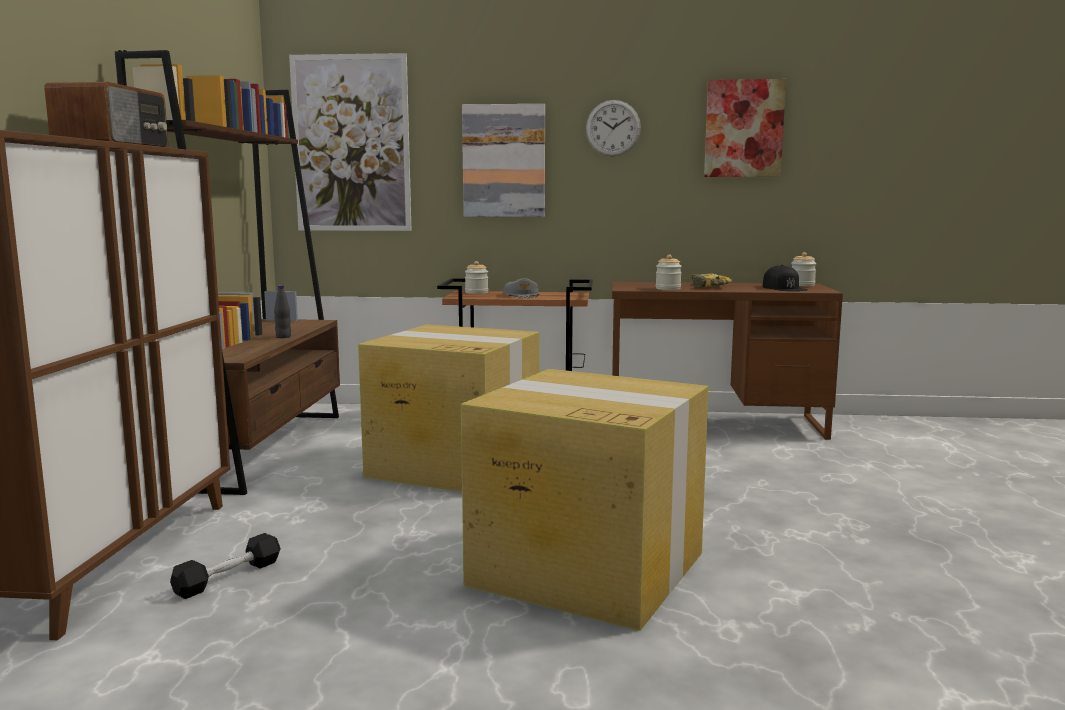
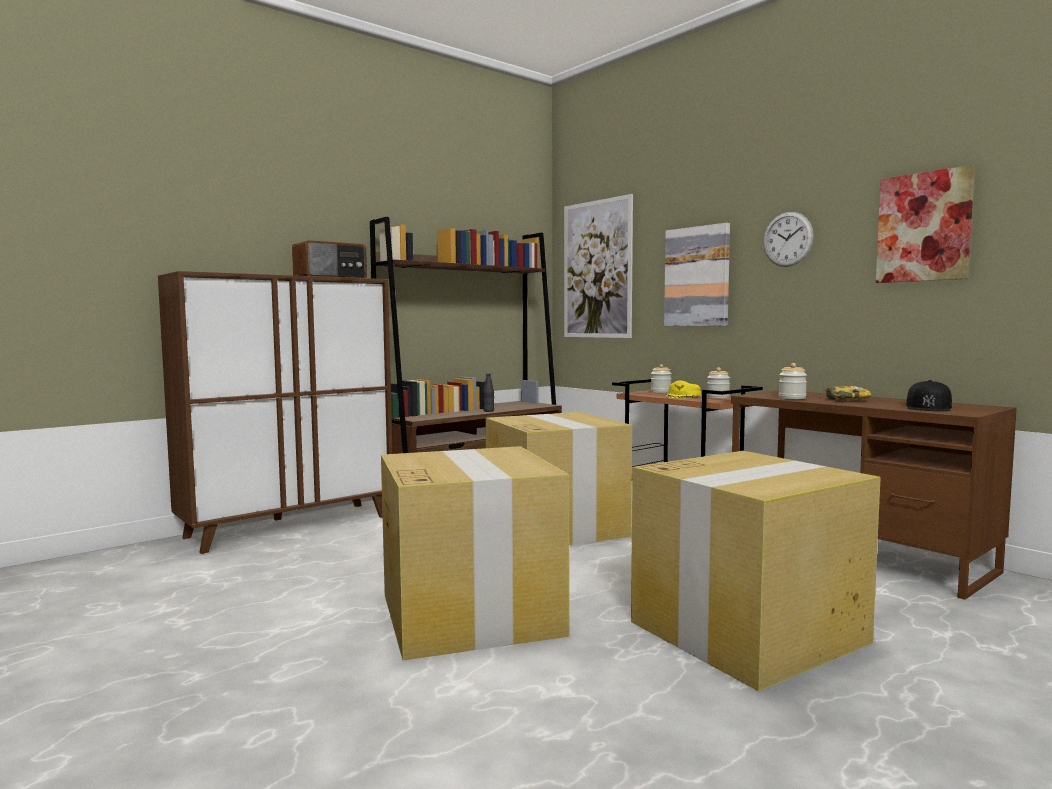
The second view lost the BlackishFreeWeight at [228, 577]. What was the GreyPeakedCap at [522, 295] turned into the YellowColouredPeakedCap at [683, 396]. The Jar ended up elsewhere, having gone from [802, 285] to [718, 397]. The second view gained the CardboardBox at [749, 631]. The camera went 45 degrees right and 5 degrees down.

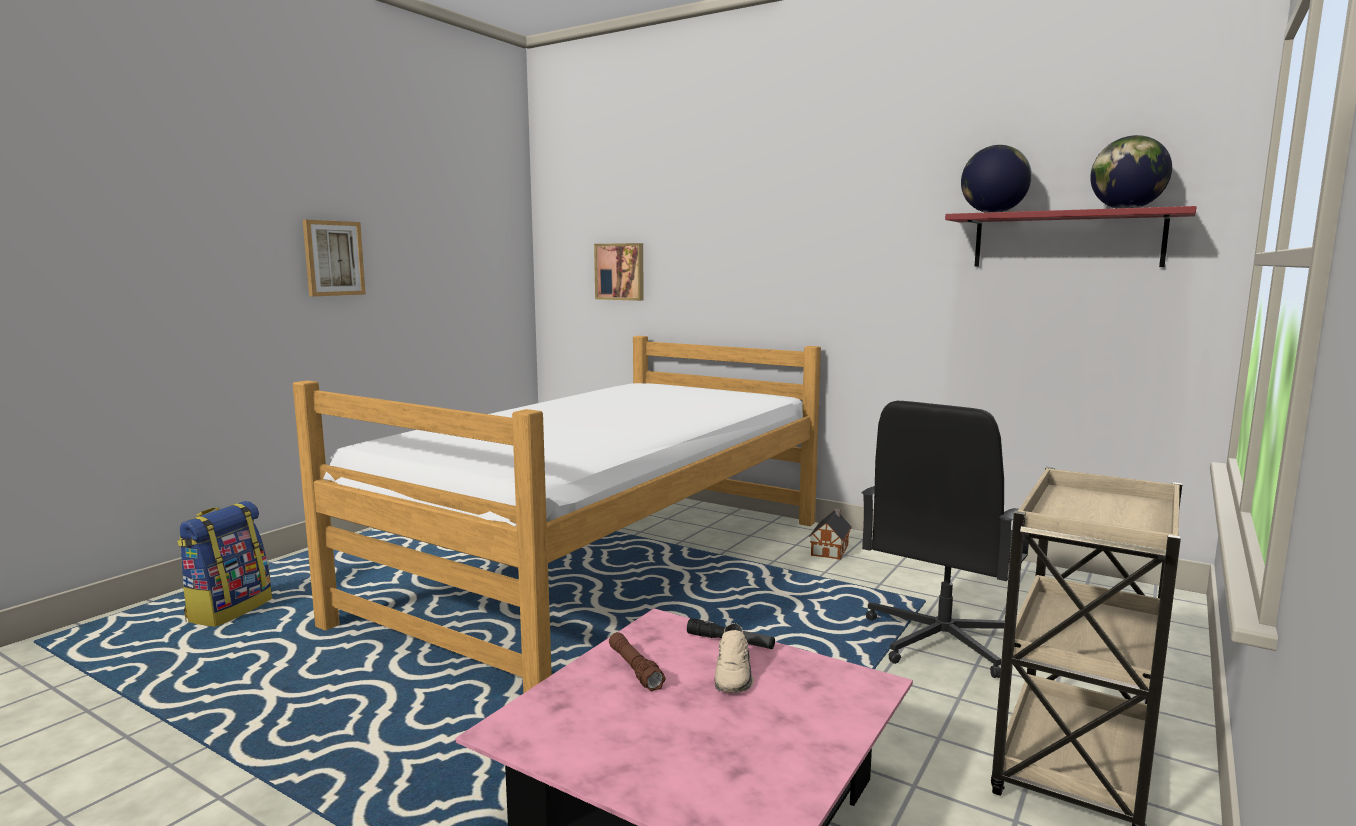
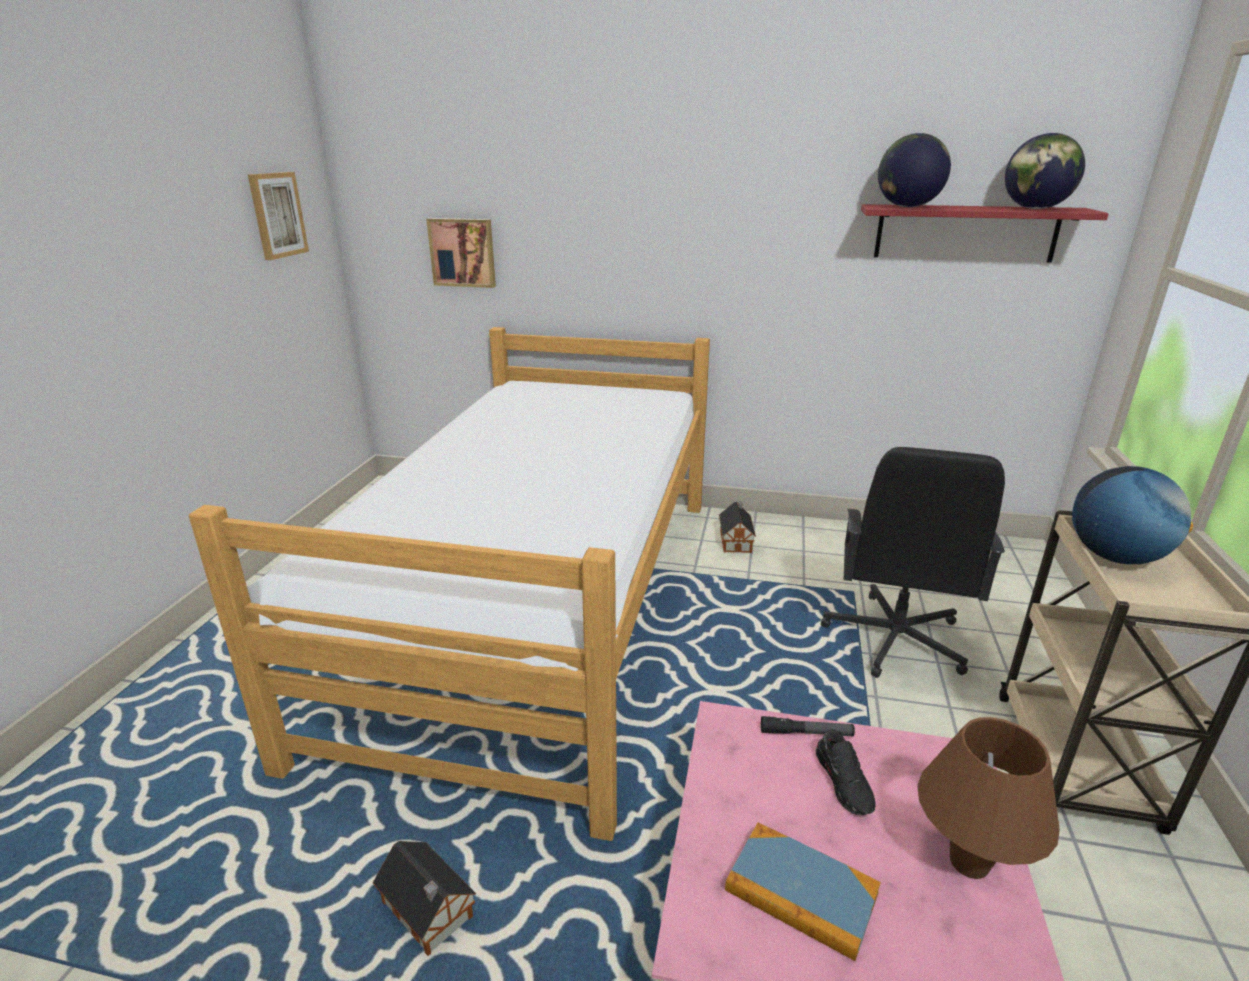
The second view lost the Backpack at [229, 610]. The WallPicture ended up elsewhere, having gone from [333, 258] to [277, 215]. The second view lost the BrownishTorch at [634, 669]. What was the SandColouredItemOfFootwear at [735, 675] turned into the BlackishItemOfFootwear at [845, 782]. The second view gained the ToyHouse at [429, 914]. The second view gained the Book at [801, 893]. The second view gained the BrownishLampForATable at [969, 862]. The second view gained the DeskGlobe at [1115, 557]. The camera went 20 degrees left and 15 degrees up.

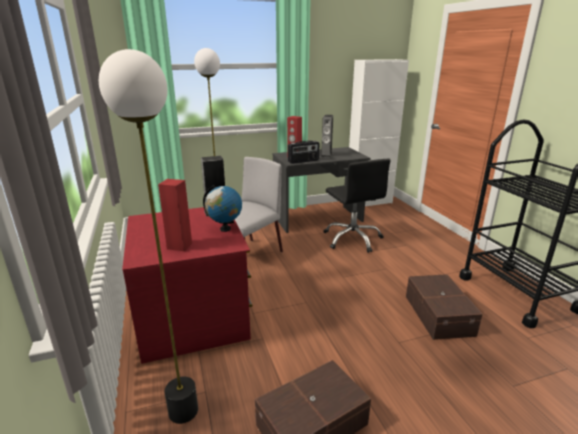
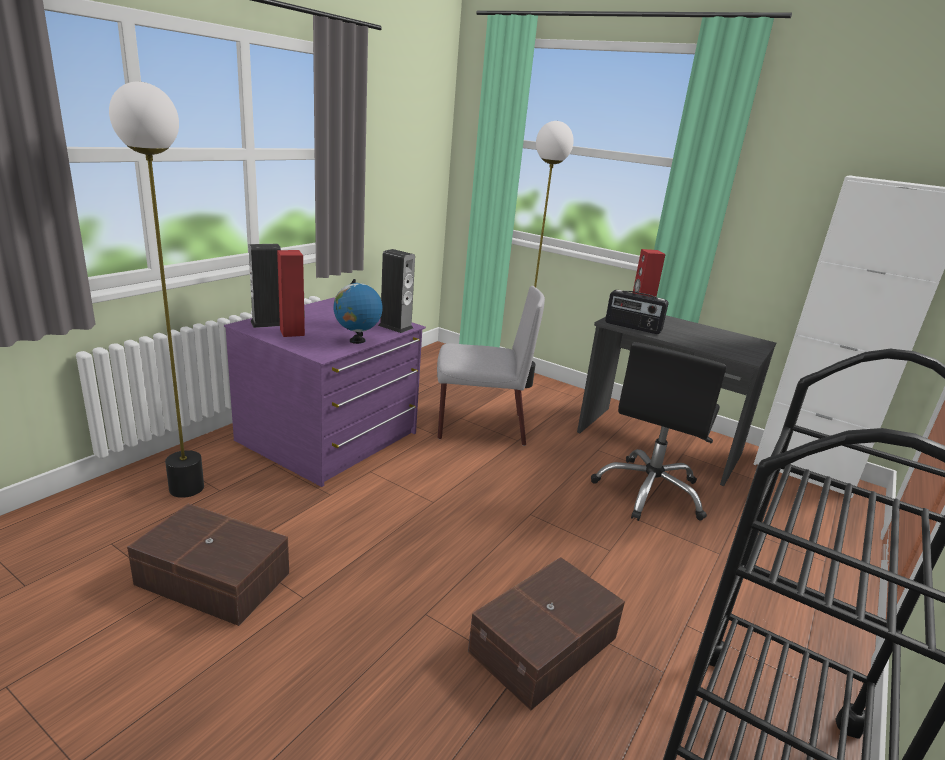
What was the ReddishDresser at [194, 315] turned into the PurplishDresser at [330, 438]. The Loudspeaker ended up elsewhere, having gone from [326, 155] to [268, 323]. The camera went 50 degrees right and 0 degrees up.

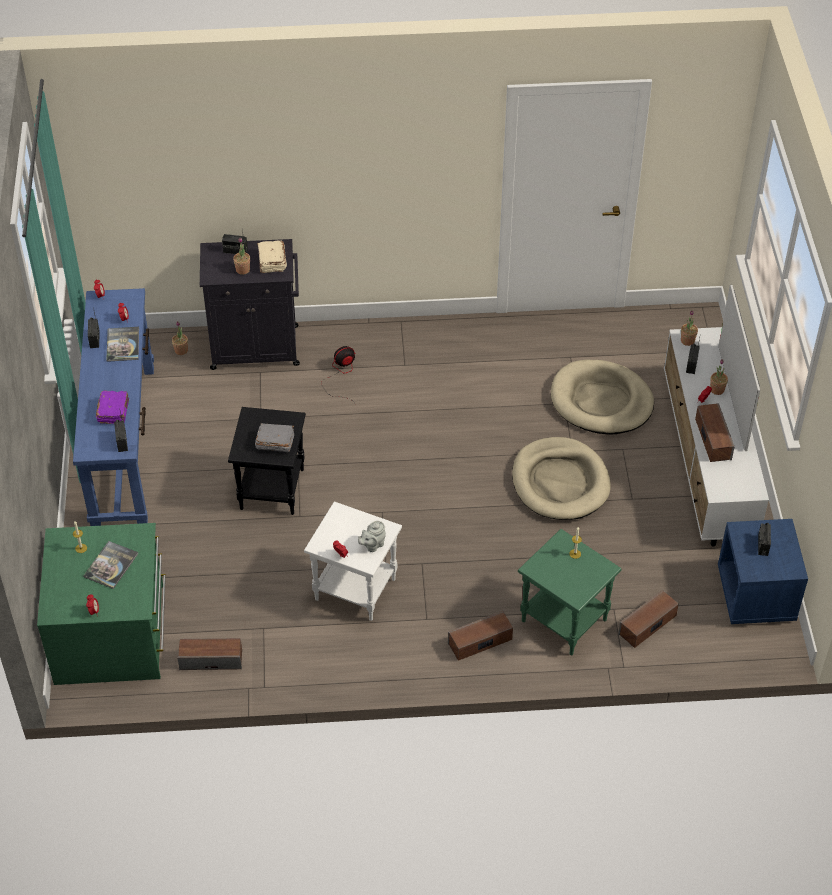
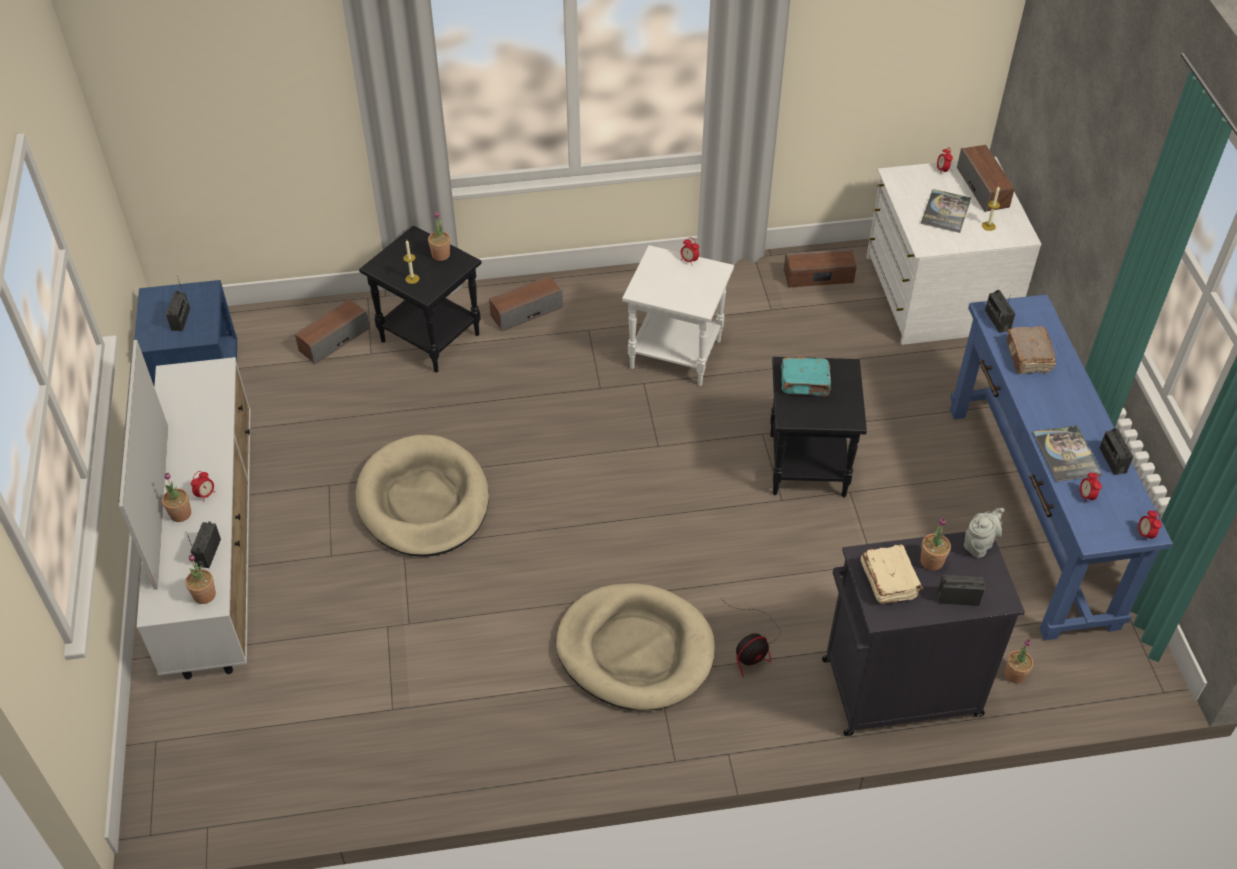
What was the GreenColouredDresser at [112, 634] turned into the WhiteColouredDresser at [936, 294]. What was the PurplishBook at [114, 412] turned into the BrownishBook at [1028, 357]. What was the GreyBook at [274, 442] turned into the BlueGreenBook at [805, 384]. The GreyTeapot ended up elsewhere, having gone from [372, 545] to [979, 544]. What was the GreenColouredSideTable at [562, 621] turned into the BlackishSideTable at [432, 337]. The SandColouredDogCushion ended up elsewhere, having gone from [601, 401] to [635, 650]. The Loudspeaker ended up elsewhere, having gone from [712, 439] to [983, 187]. The second view gained the PottedPlant at [441, 255]. The camera went 175 degrees right and 0 degrees up.

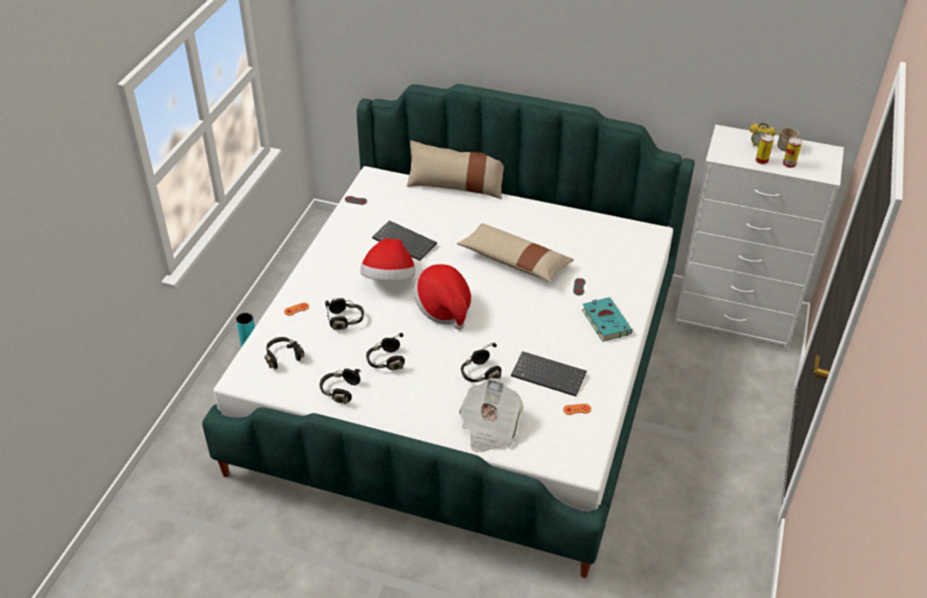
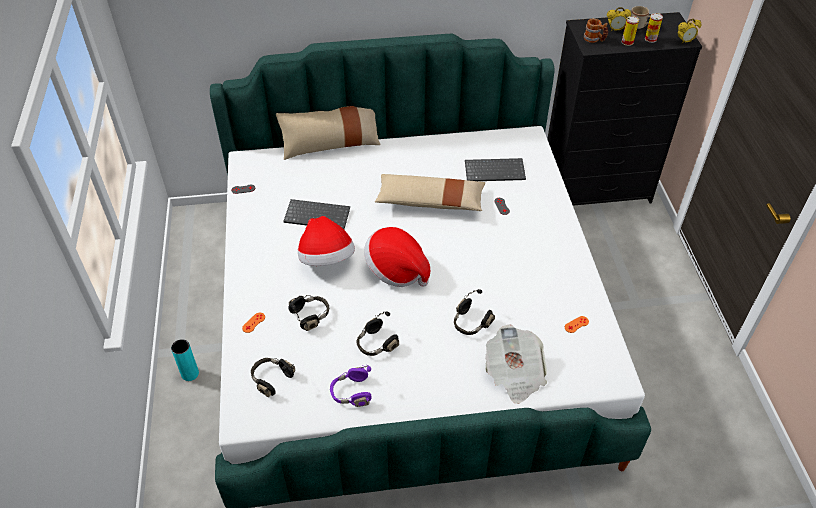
What was the BlackishPairOfHeadphones at [340, 391] turned into the PurplishPairOfHeadphones at [351, 393]. The ComputerKeyboard ended up elsewhere, having gone from [549, 374] to [495, 170]. The second view lost the BlueGreenBook at [605, 321]. What was the WhiteColouredDresser at [734, 319] turned into the BlackishDresser at [596, 189]. The second view gained the Mug at [594, 39]. The second view gained the TableClock at [685, 42]. The camera went 25 degrees left and 5 degrees up.

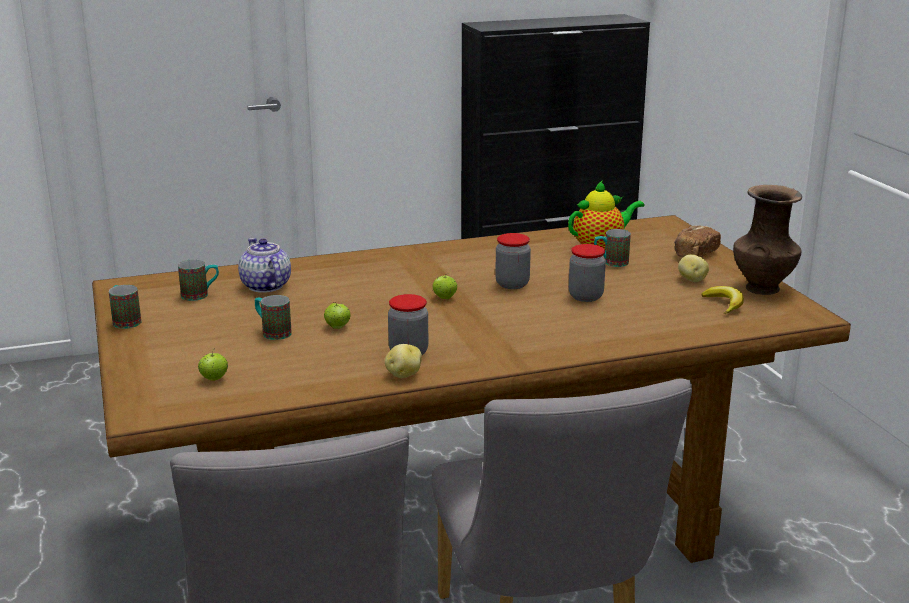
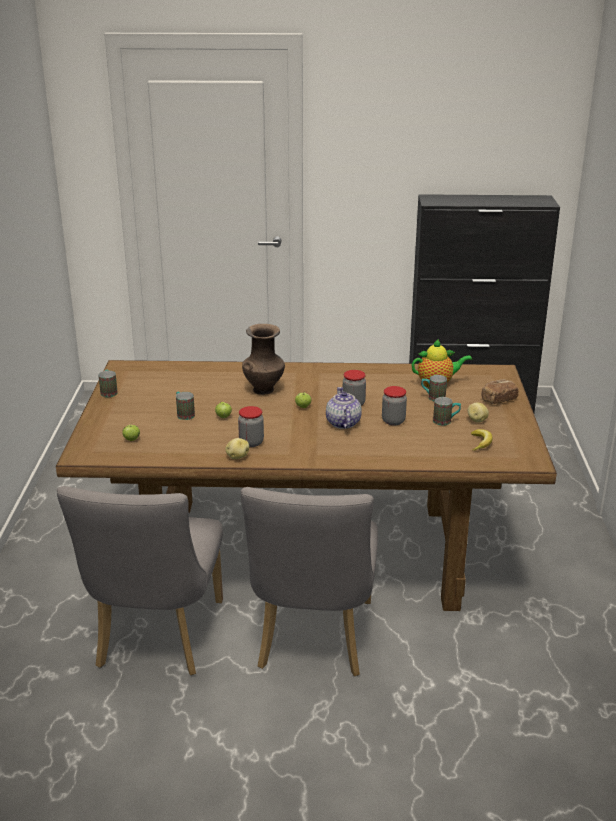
The Mug ended up elsewhere, having gone from [200, 295] to [446, 421]. The Teapot ended up elsewhere, having gone from [265, 286] to [343, 423]. The BrownishDecorativeVase ended up elsewhere, having gone from [762, 288] to [264, 389]. The camera went 20 degrees right and 5 degrees up.

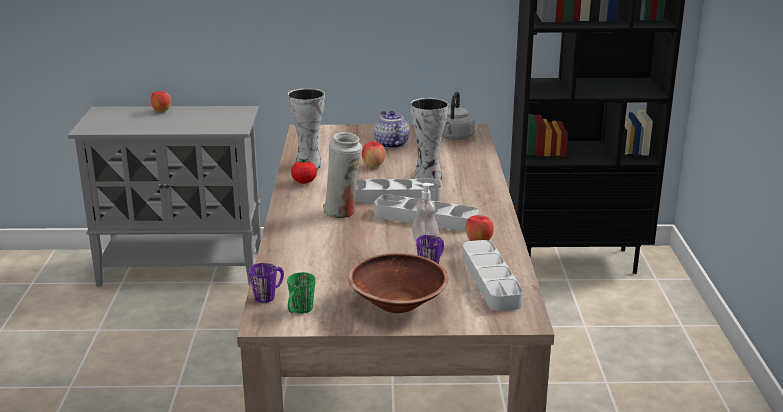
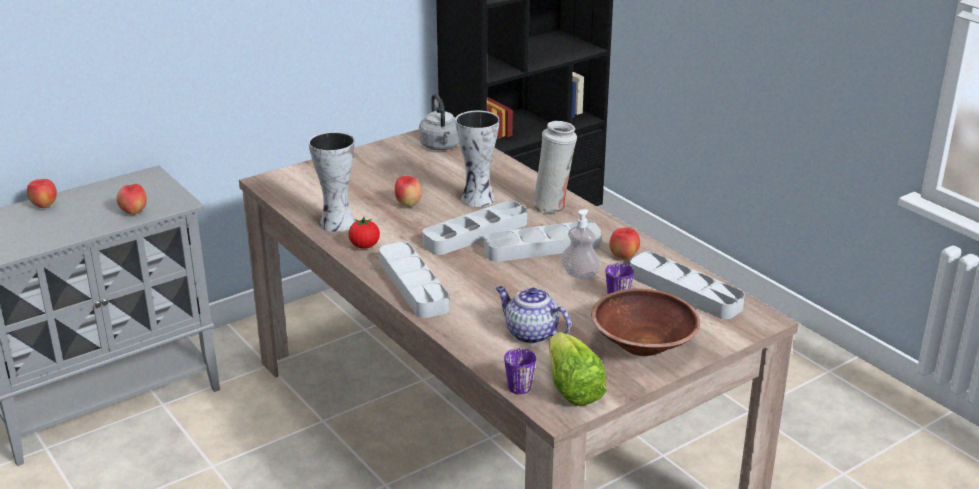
Where the GreenColouredMug stood at [299, 311], the LettuceHead came to stand at [572, 388]. The WhiteColouredDecorativeVase ended up elsewhere, having gone from [343, 213] to [552, 205]. The Teapot ended up elsewhere, having gone from [391, 144] to [530, 333]. The second view gained the WholeApple at [133, 212]. The second view gained the GreyTray at [413, 285]. The camera went 35 degrees left and 5 degrees up.

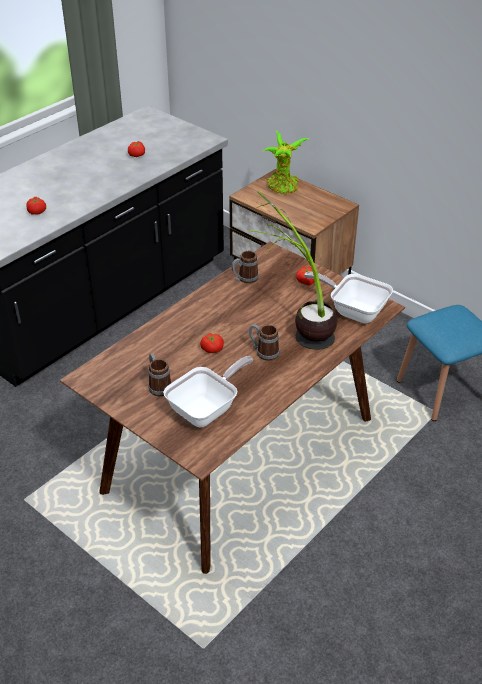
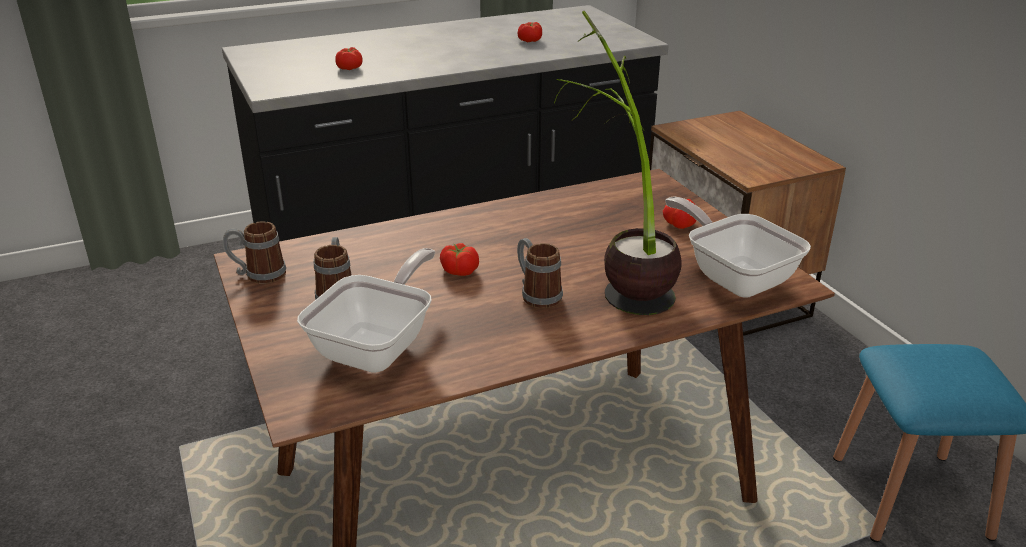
The Pan at [207, 409] ended up facing another way, 45 degrees counterclockwise from before. The Mug ended up elsewhere, having gone from [244, 279] to [258, 275]. The second view lost the PottedPlant at [283, 187]. The camera went 25 degrees right and 10 degrees down.

